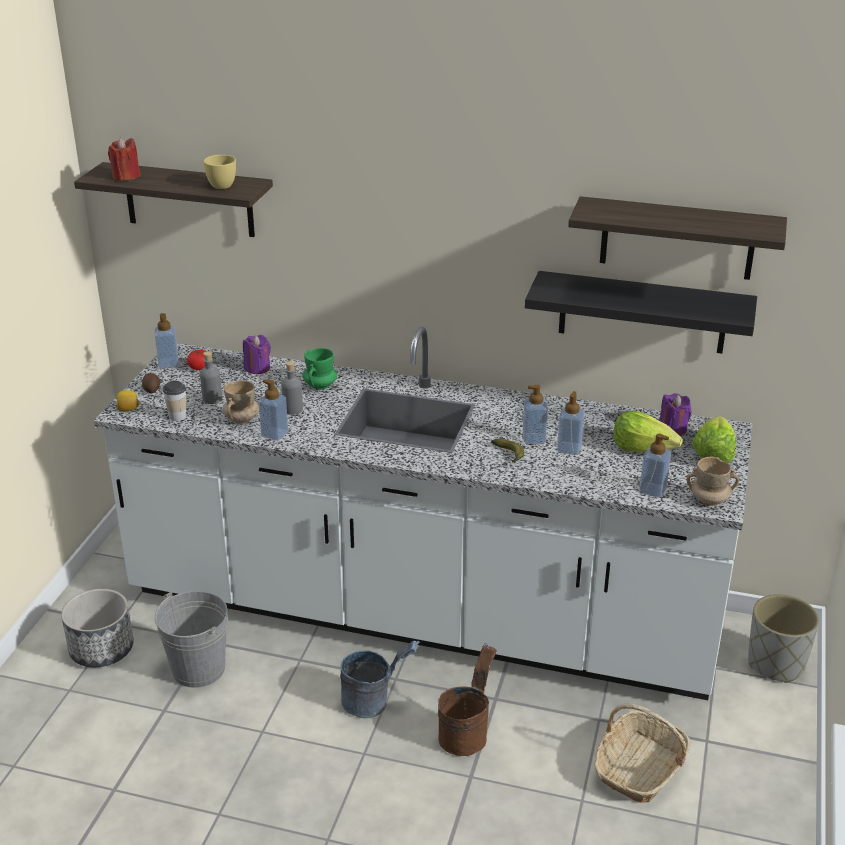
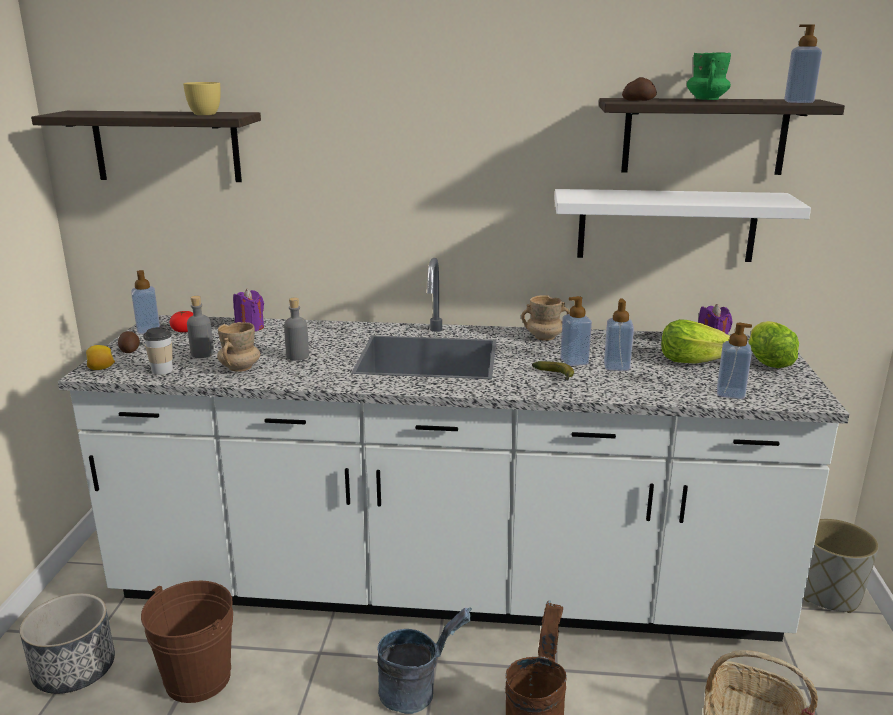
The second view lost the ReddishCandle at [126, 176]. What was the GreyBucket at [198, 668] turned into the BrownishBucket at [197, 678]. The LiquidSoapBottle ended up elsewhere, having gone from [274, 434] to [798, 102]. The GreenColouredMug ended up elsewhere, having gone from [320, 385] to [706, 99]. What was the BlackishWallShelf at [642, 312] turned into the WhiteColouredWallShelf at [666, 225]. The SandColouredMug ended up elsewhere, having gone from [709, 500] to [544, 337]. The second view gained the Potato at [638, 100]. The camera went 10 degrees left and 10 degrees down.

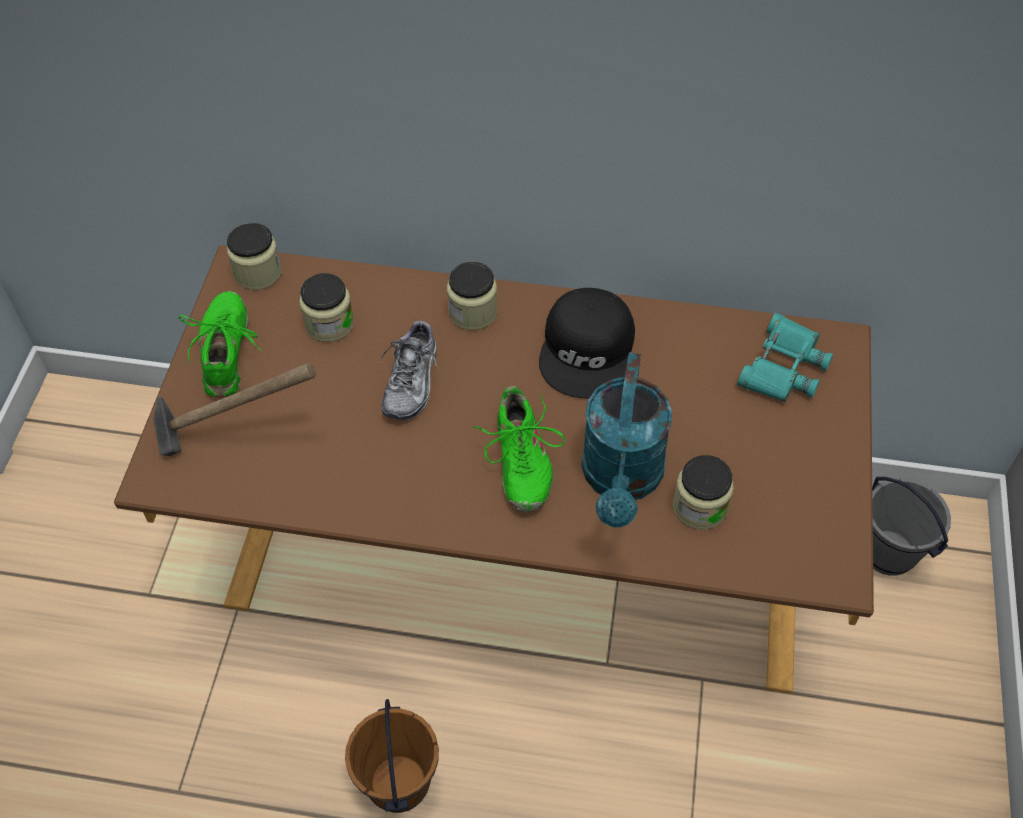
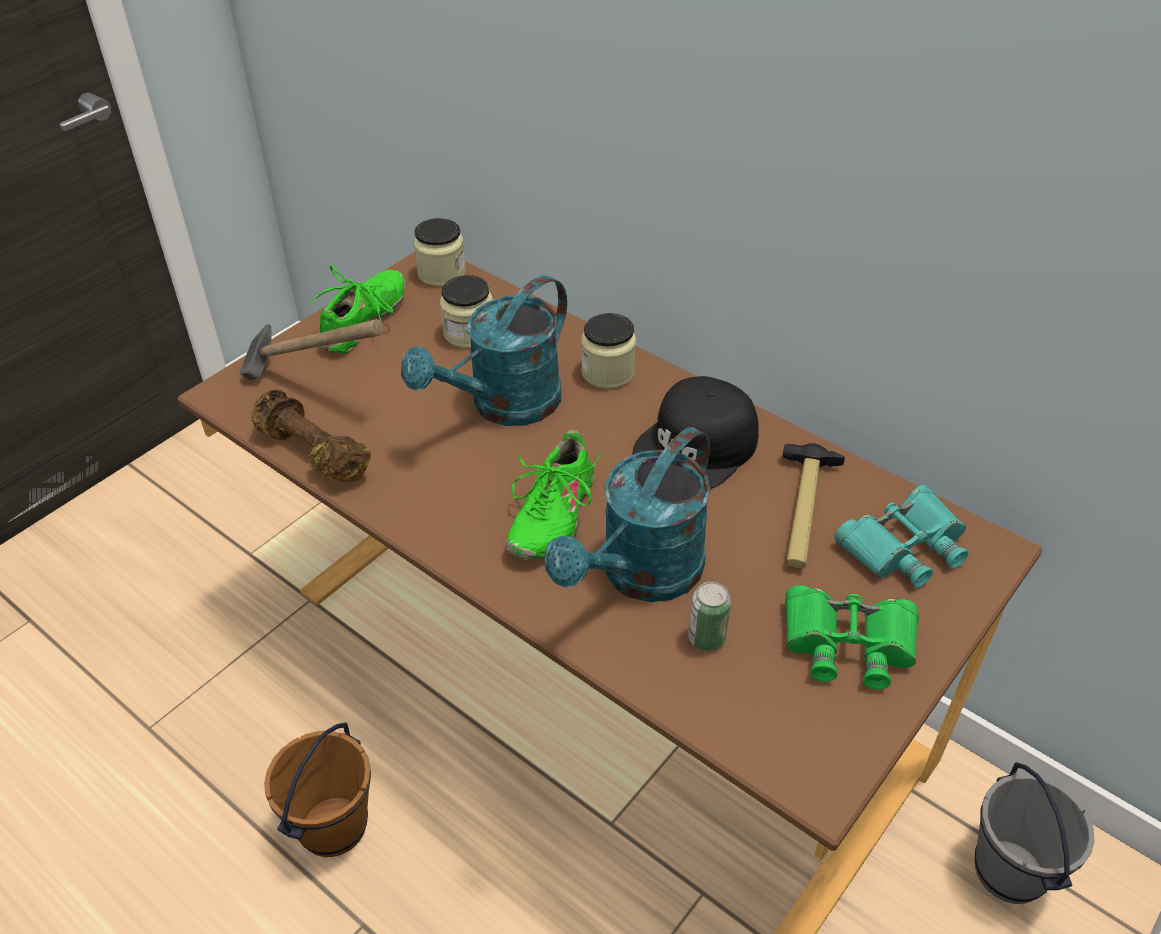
Where the ItemOfFootwear stood at [412, 381], the BlueGreenWateringPot came to stand at [504, 406]. Where the Jar stood at [699, 507], the MetalCan came to stand at [706, 638]. The second view gained the BrownishFreeWeight at [311, 453]. The second view gained the ToolHammer at [804, 511]. The second view gained the GreenColouredPairOfBinoculars at [848, 643]. The camera went 30 degrees right and 10 degrees down.

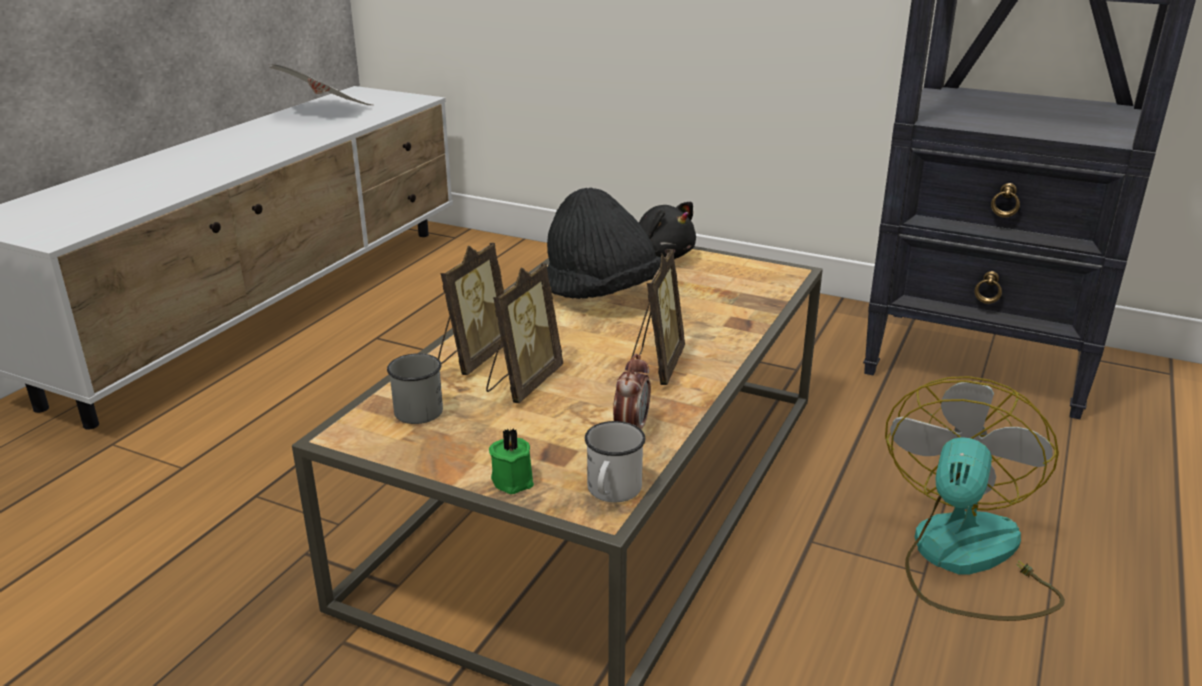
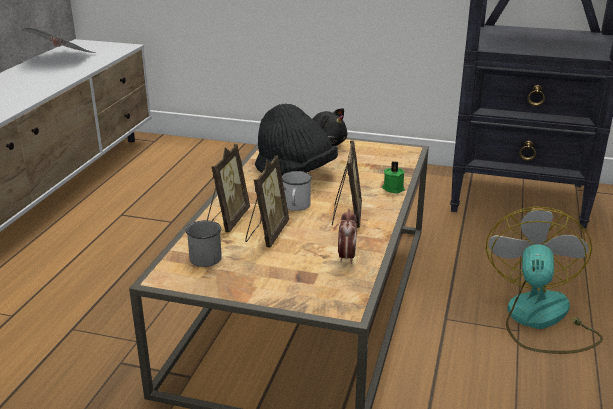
The GreenColouredCandle ended up elsewhere, having gone from [514, 480] to [393, 188]. The WhiteColouredMug ended up elsewhere, having gone from [611, 492] to [296, 207]. The camera went 10 degrees left and 0 degrees up.

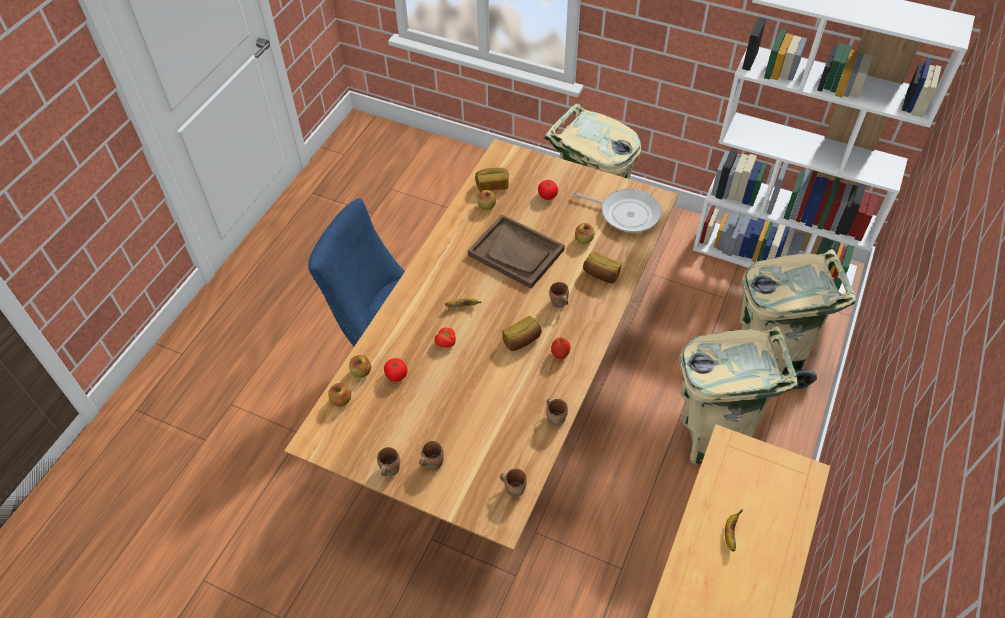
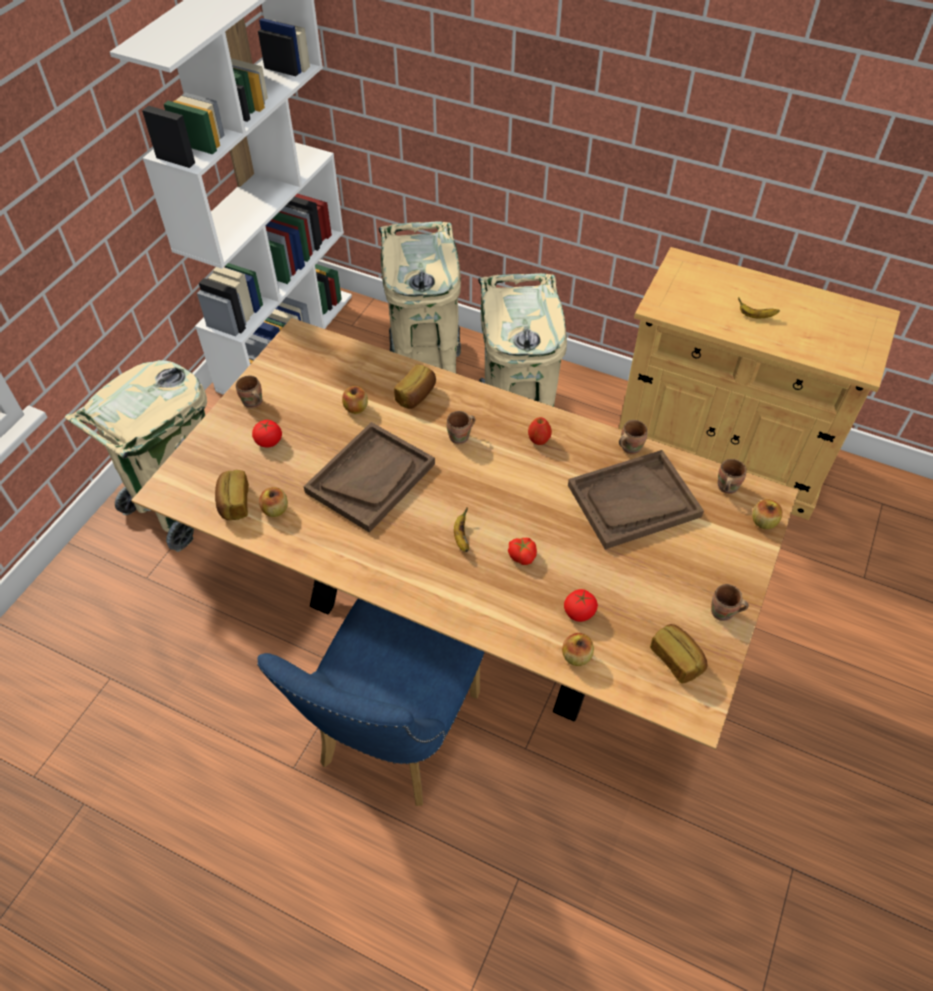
The WholeApple ended up elsewhere, having gone from [341, 400] to [763, 522]. The BrownishMug ended up elsewhere, having gone from [432, 462] to [252, 403]. The BakedBread ended up elsewhere, having gone from [522, 340] to [677, 659]. The second view lost the Pan at [626, 213]. The second view gained the BrownishTray at [633, 501]. The camera went 90 degrees left and 0 degrees up.

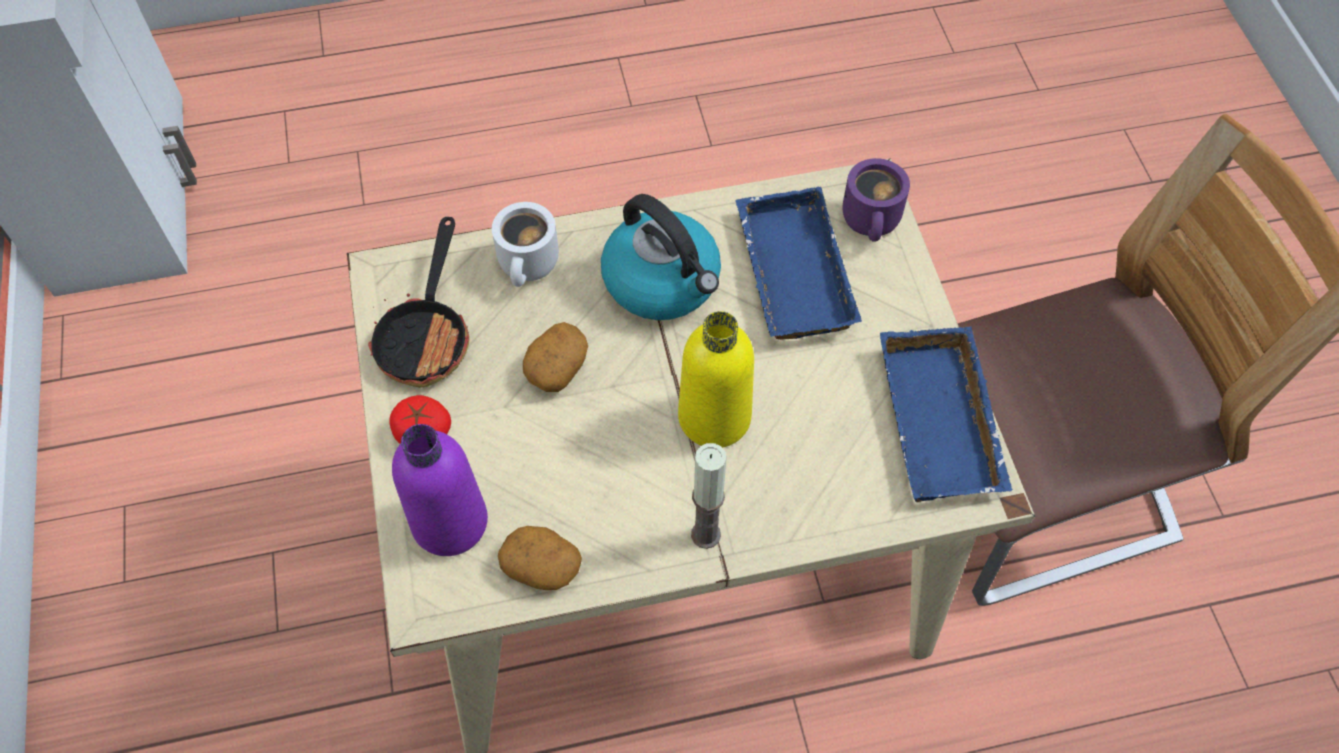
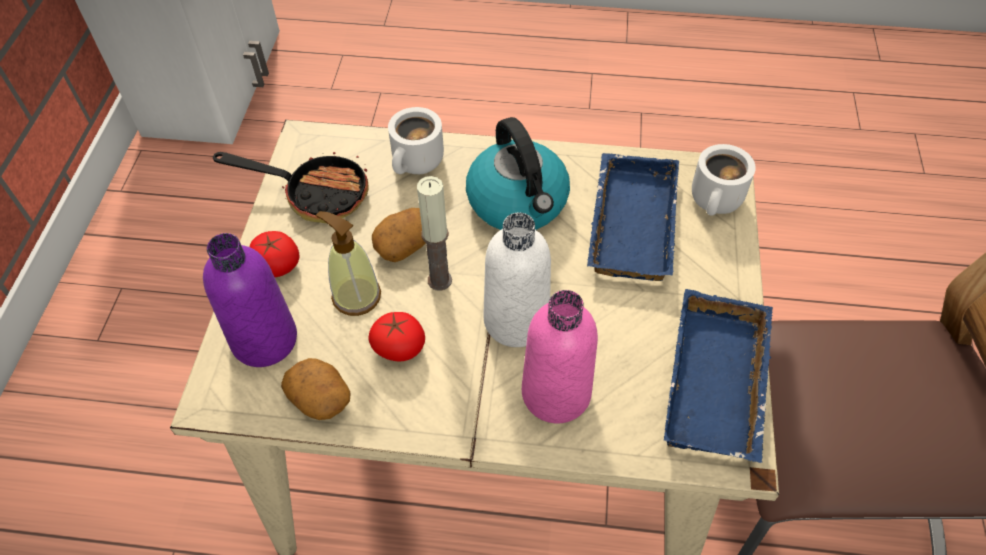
The Pan at [427, 335] ended up facing another way, 105 degrees counterclockwise from before. What was the YellowColouredDrinkBottle at [714, 417] turned into the WhiteColouredDrinkBottle at [516, 320]. The Candle ended up elsewhere, having gone from [706, 534] to [440, 280]. What was the PurplishMug at [873, 222] turned into the WhiteColouredMug at [717, 202]. The second view gained the LiquidSoapBottle at [356, 296]. The second view gained the Tomato at [399, 346]. The second view gained the PinkishDrinkBottle at [556, 393]. The camera went 20 degrees right and 5 degrees down.

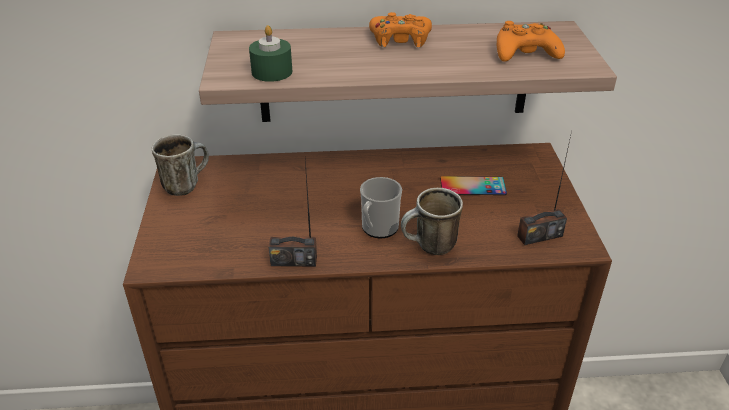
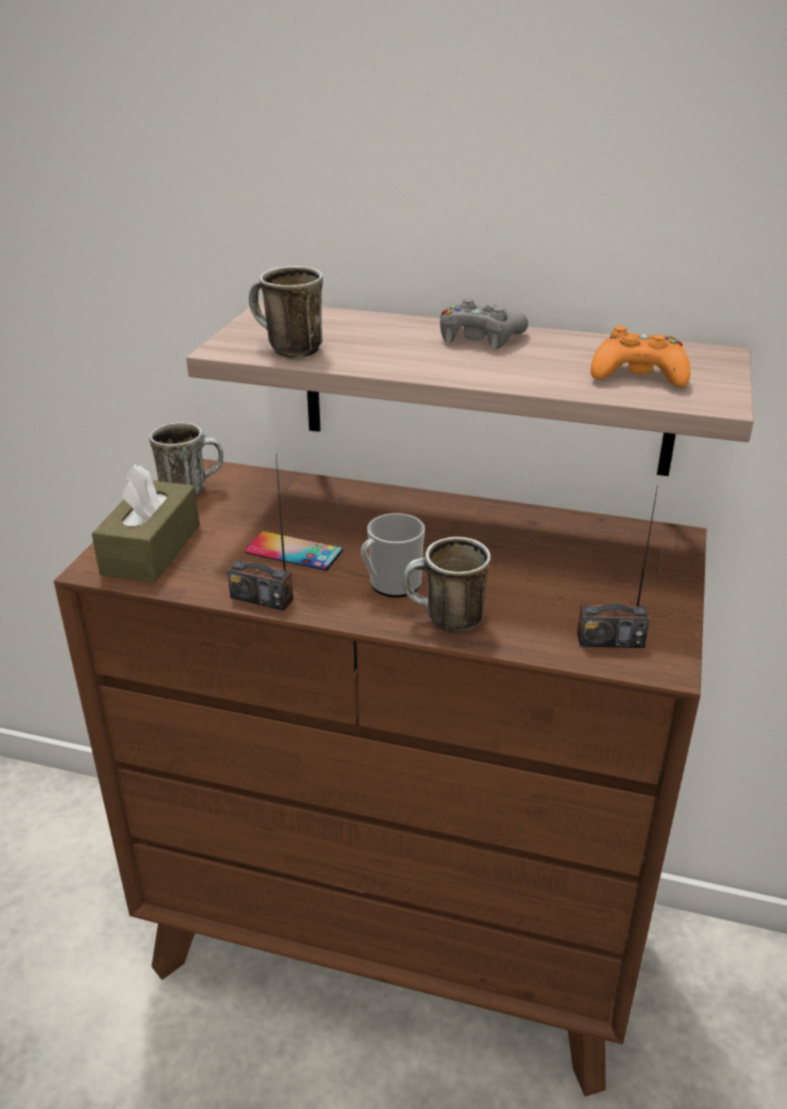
Where the GreenColouredCandle stood at [272, 72], the Mug came to stand at [286, 350]. What was the OrangeyJoypad at [400, 39] turned into the GreyJoypad at [479, 337]. The Telephone ended up elsewhere, having gone from [472, 186] to [294, 551]. The second view gained the BrownishBoxOfTissues at [151, 549]. The camera went 20 degrees right and 5 degrees down.

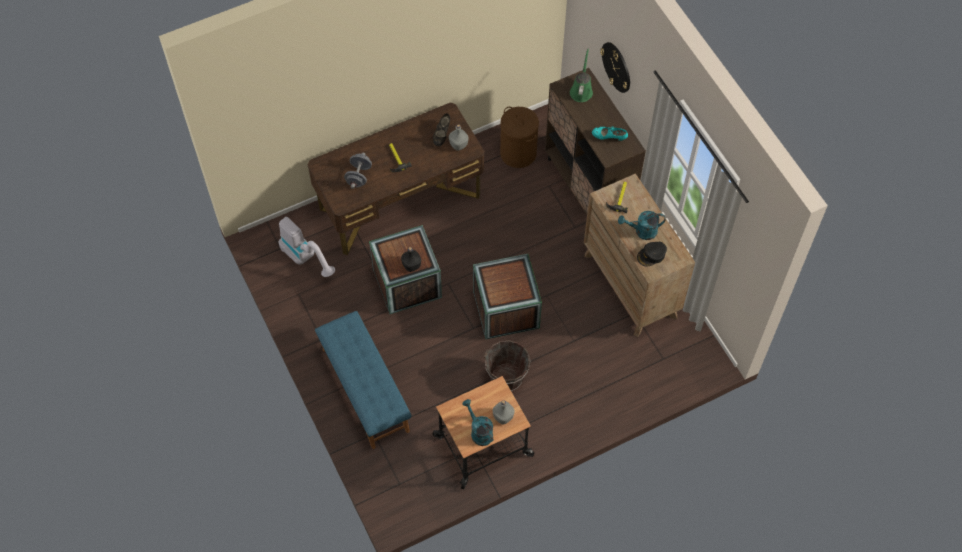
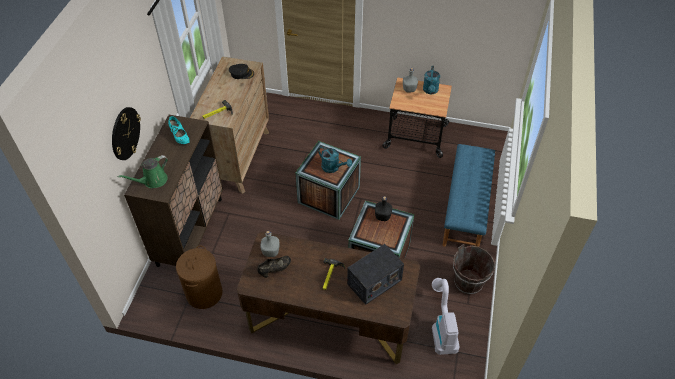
Where the GreyFreeWeight stood at [358, 176], the RadioSet came to stand at [374, 282]. The BrownishBucket ended up elsewhere, having gone from [506, 377] to [468, 282]. The BlueGreenWateringPot ended up elsewhere, having gone from [642, 231] to [333, 168]. The camera went 140 degrees left and 10 degrees down.

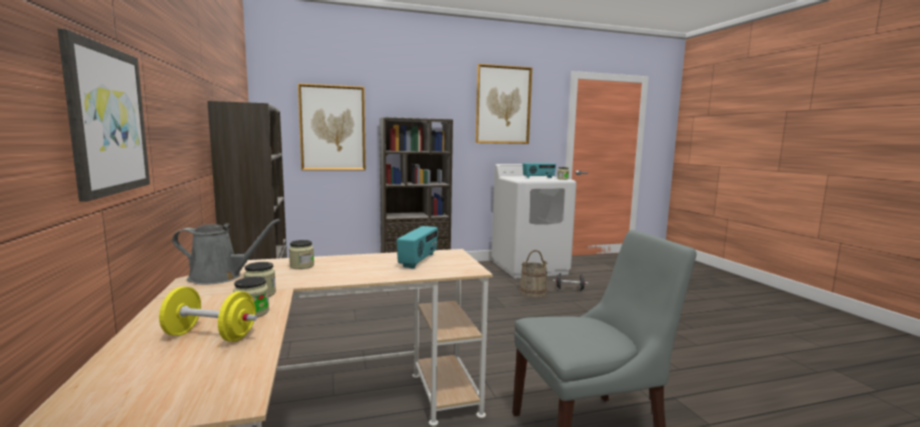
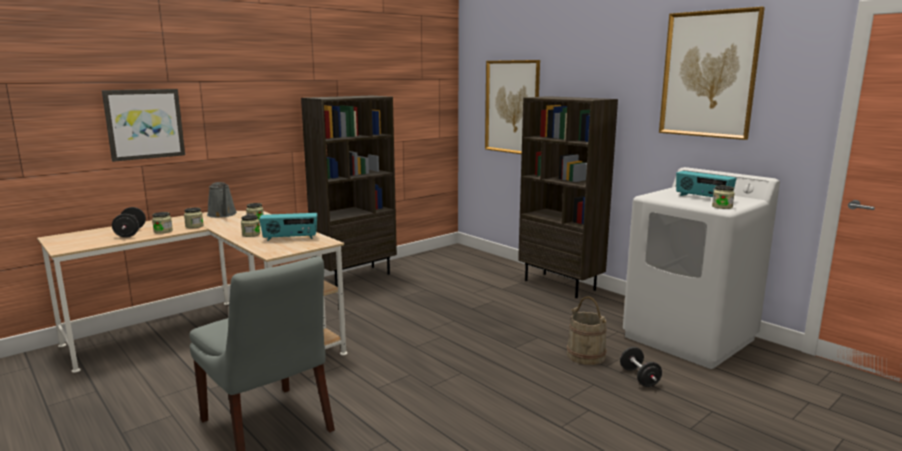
What was the YellowColouredFreeWeight at [210, 336] turned into the BlackishFreeWeight at [130, 233]. The second view gained the Jar at [251, 234]. The camera went 65 degrees right and 5 degrees up.

